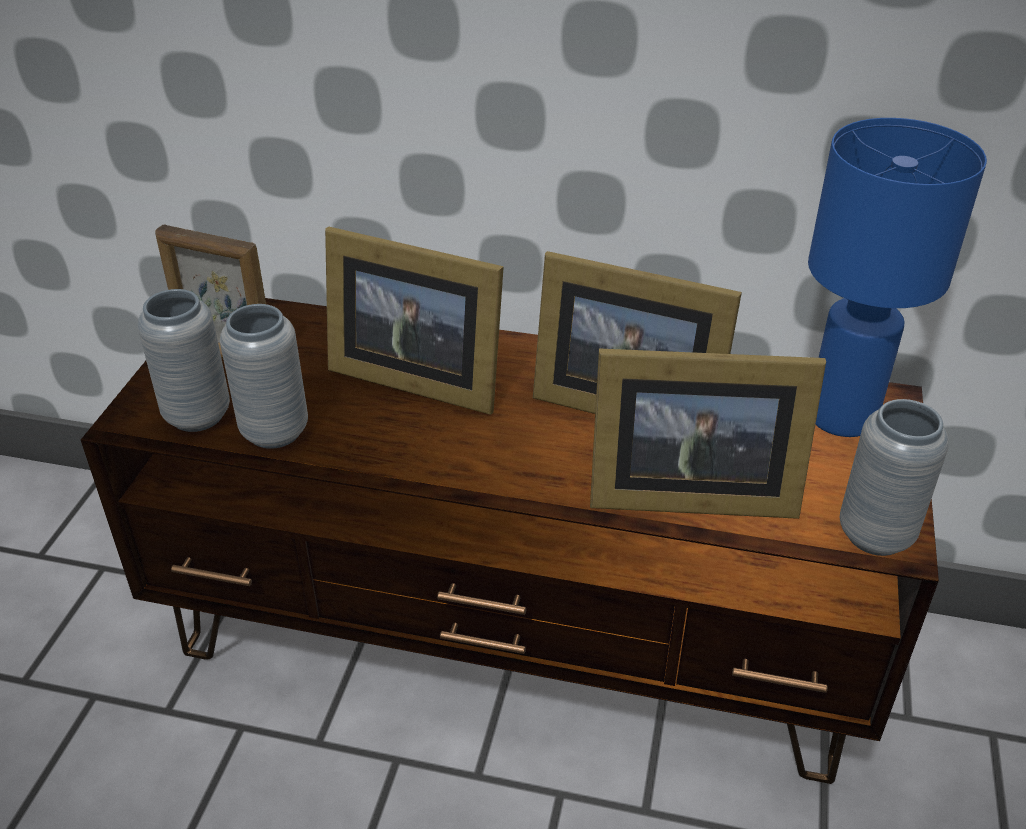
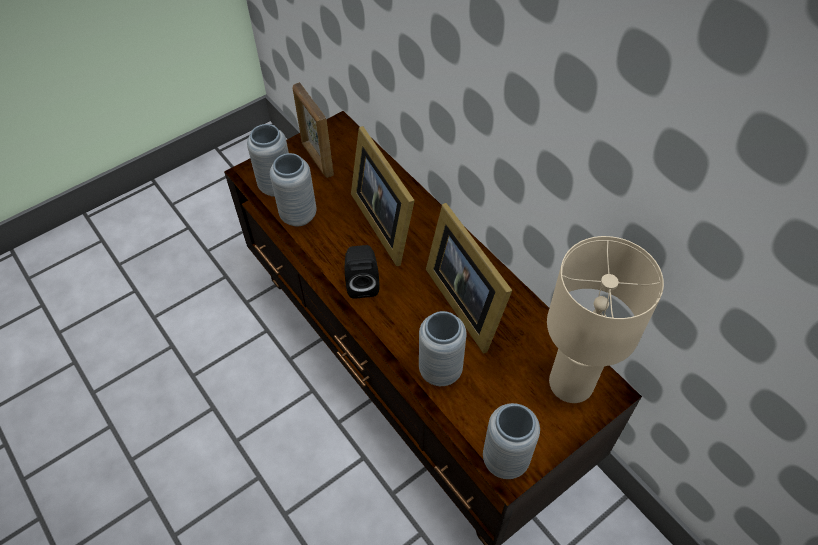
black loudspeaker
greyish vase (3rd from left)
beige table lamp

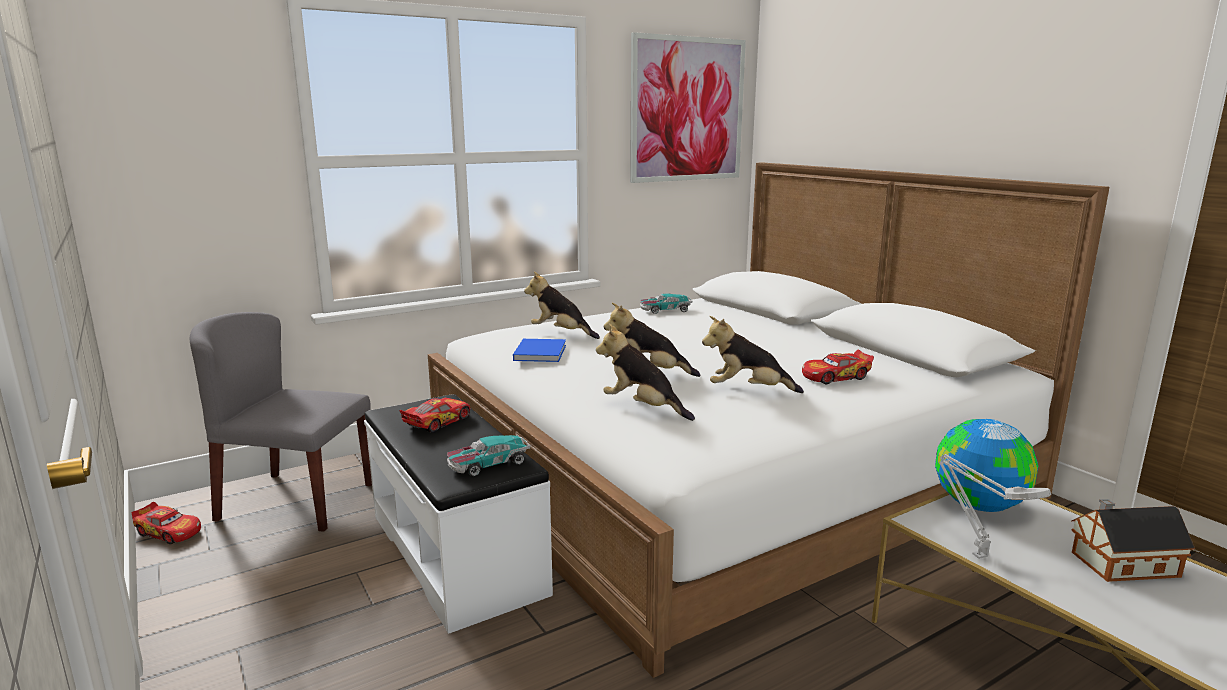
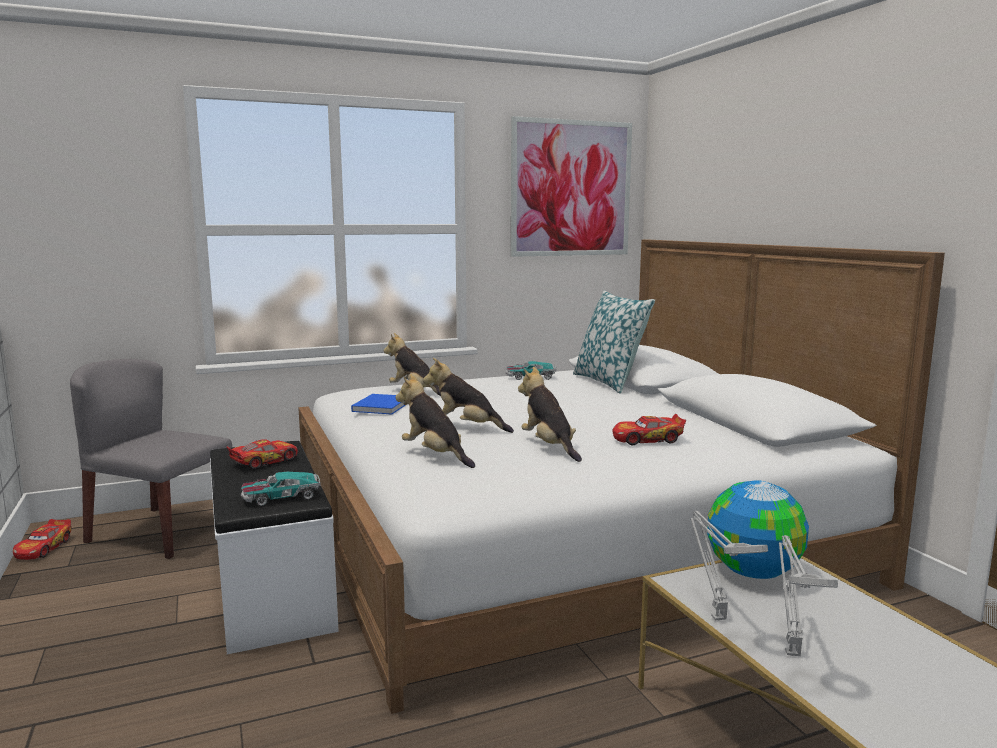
miniature car (1st from left)
cuddly toy (4th from left)
cushion
greyish table lamp (2nd from left)
miniature house

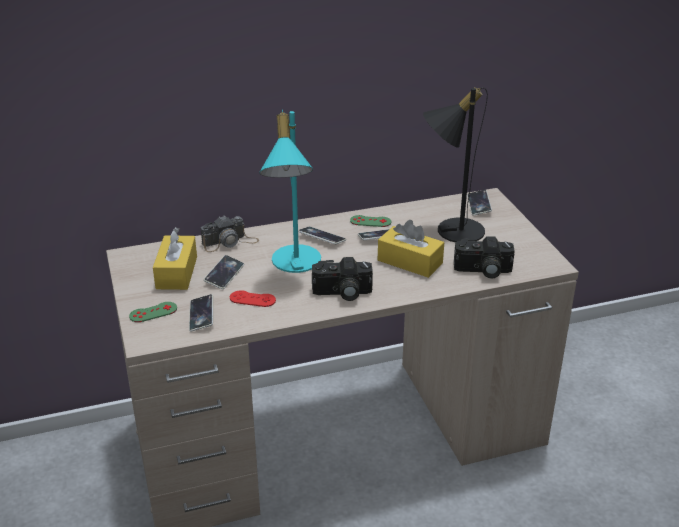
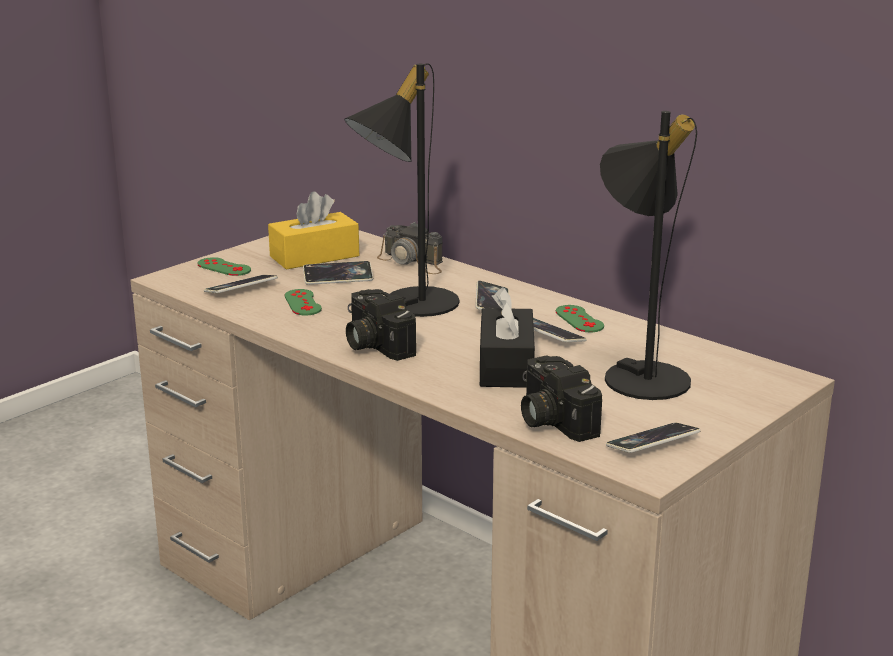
green joypad (2nd from left)
black table lamp (1st from left)
black tissue holder
telephone (5th from left)

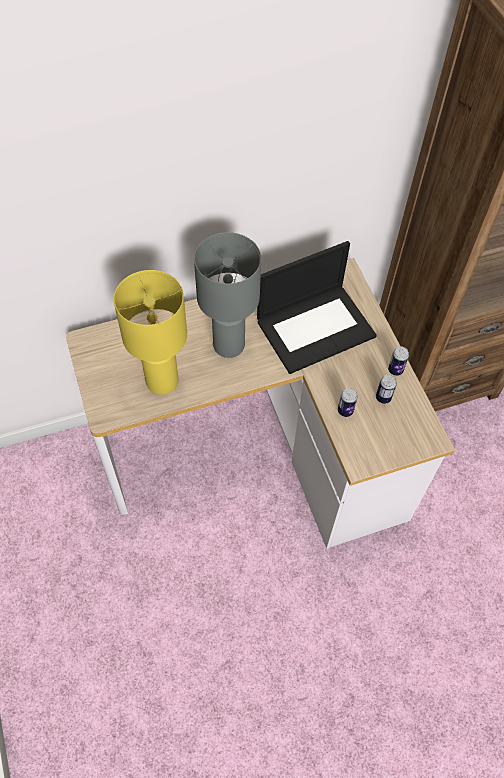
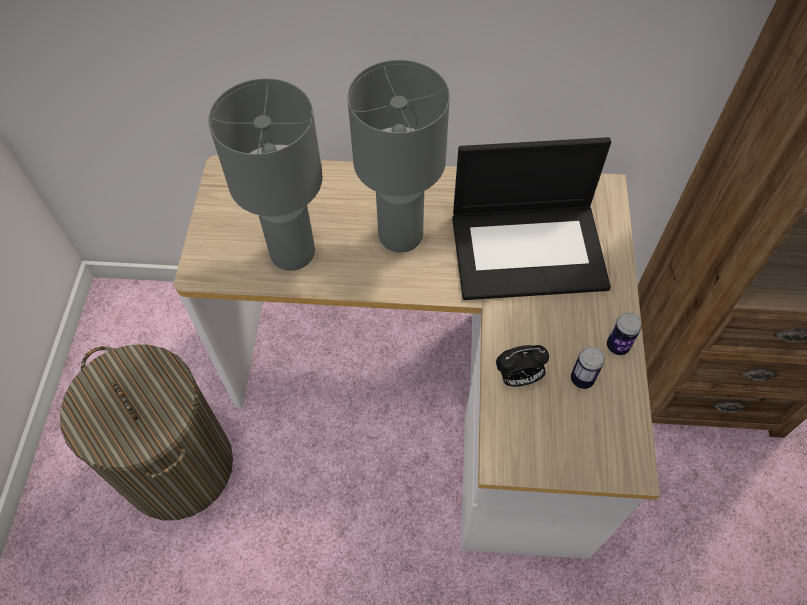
washing basket
greyish table lamp (1st from left)
table clock

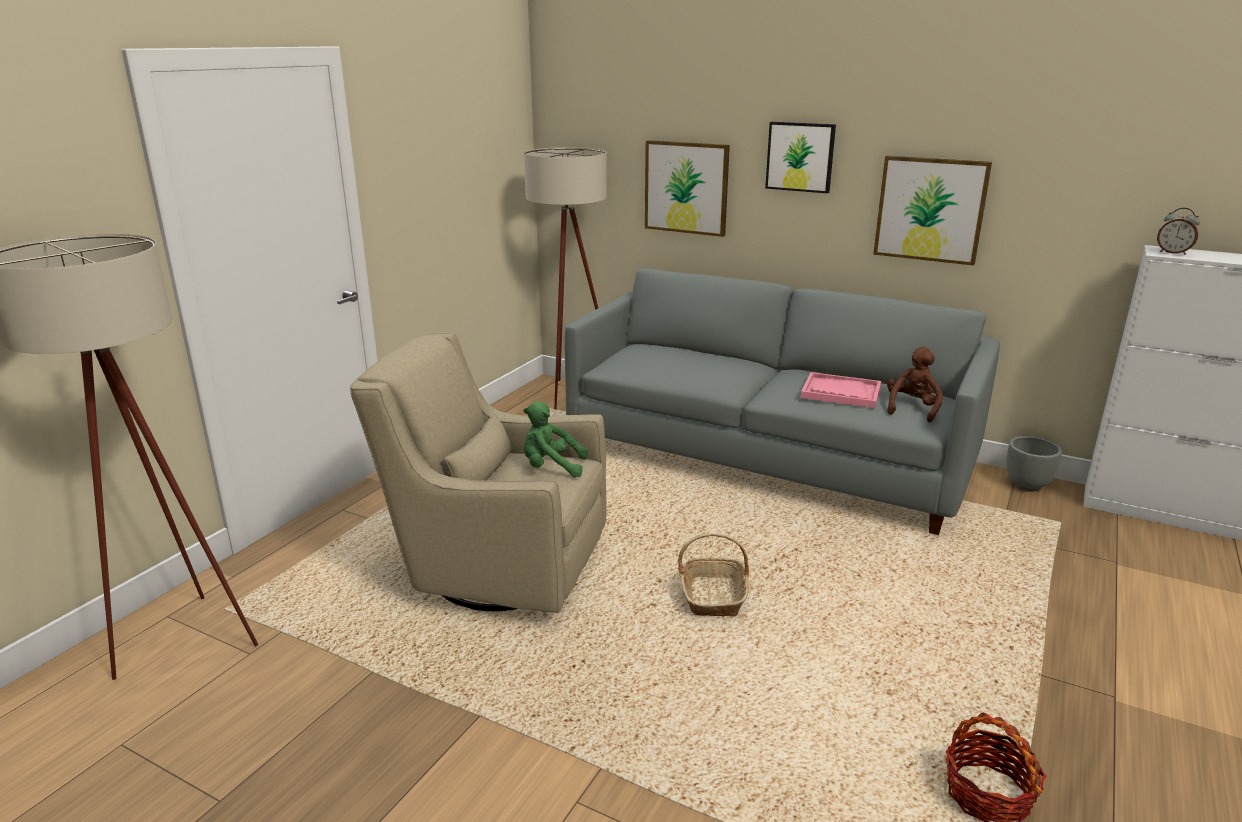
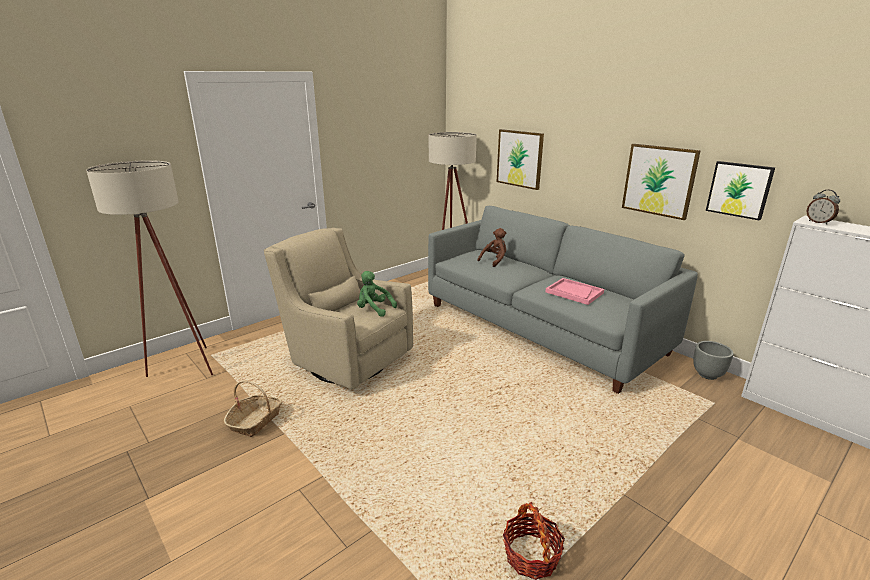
household basket (1st from left)
brown cuddly toy
wall art (3rd from left)

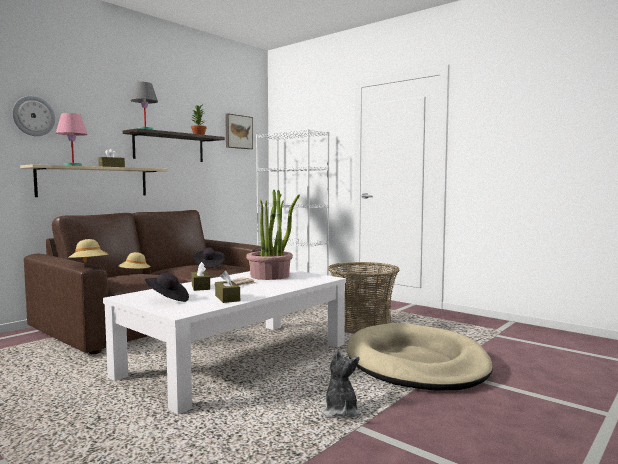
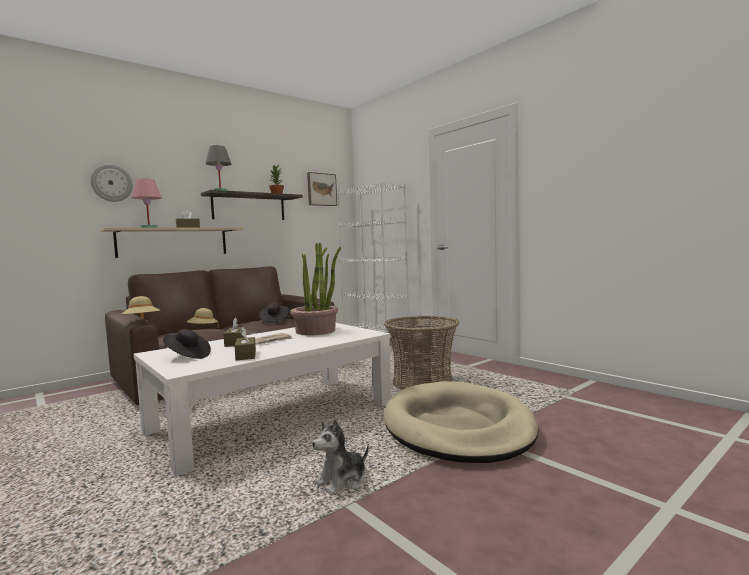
cuddly toy

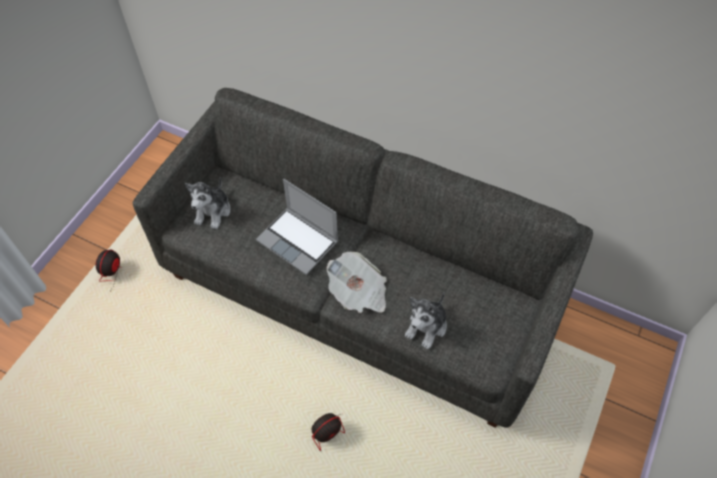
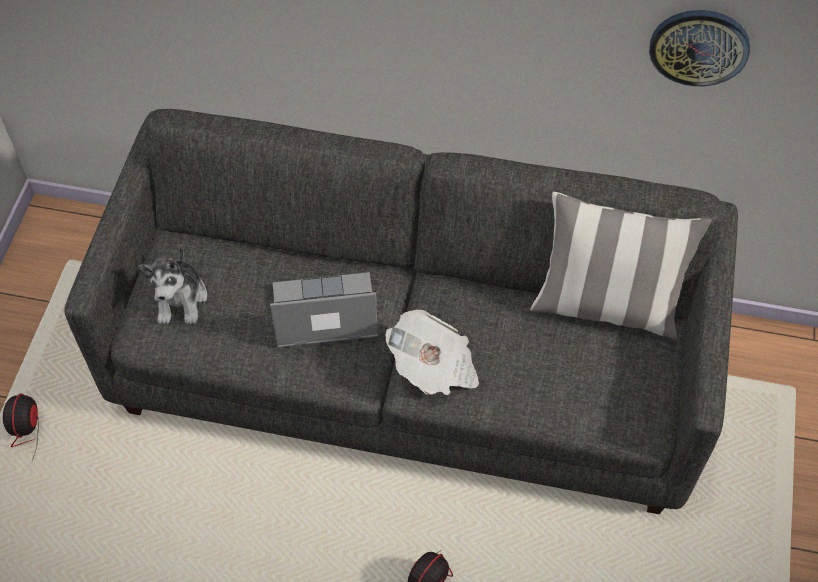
notebook computer
cushion
wall clock
cuddly toy (2nd from left in the first image)

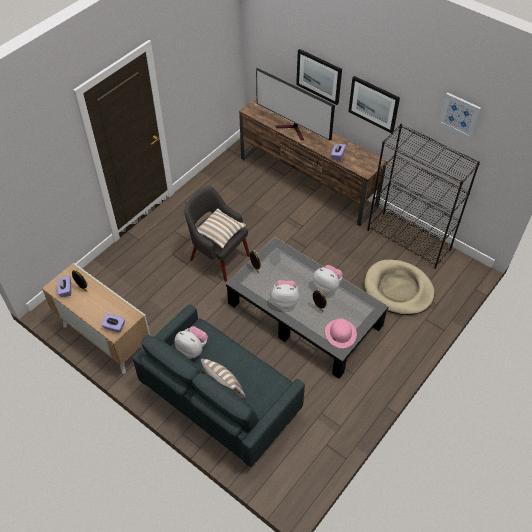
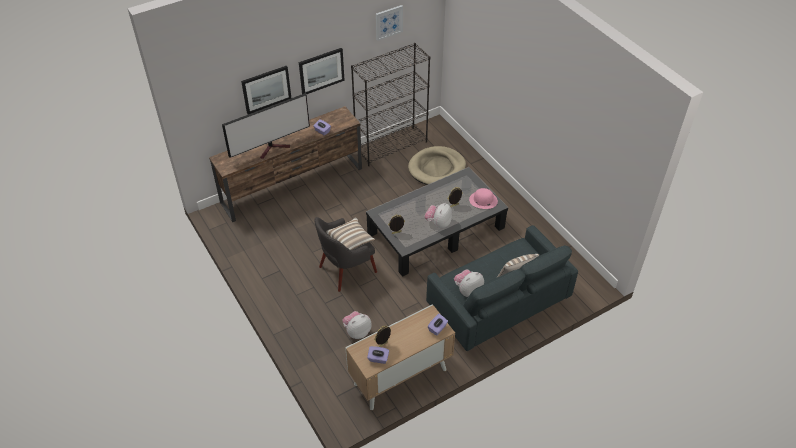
cuddly toy (1st from left)

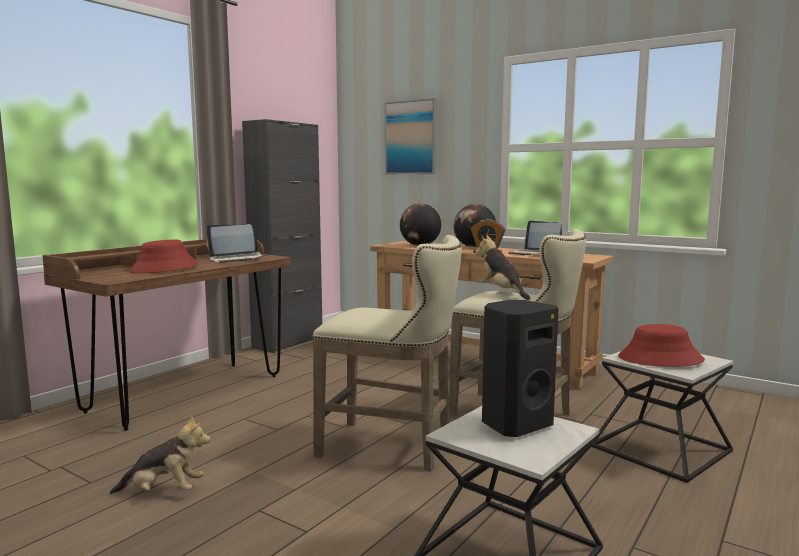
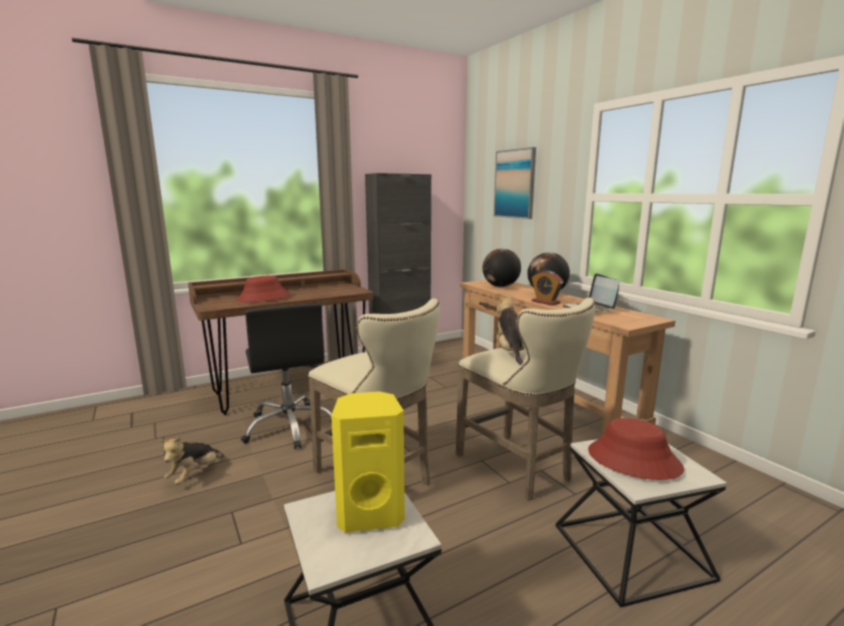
cuddly toy (1st from left)
black desk chair
yellow loudspeaker
notebook computer (1st from left in the first image)

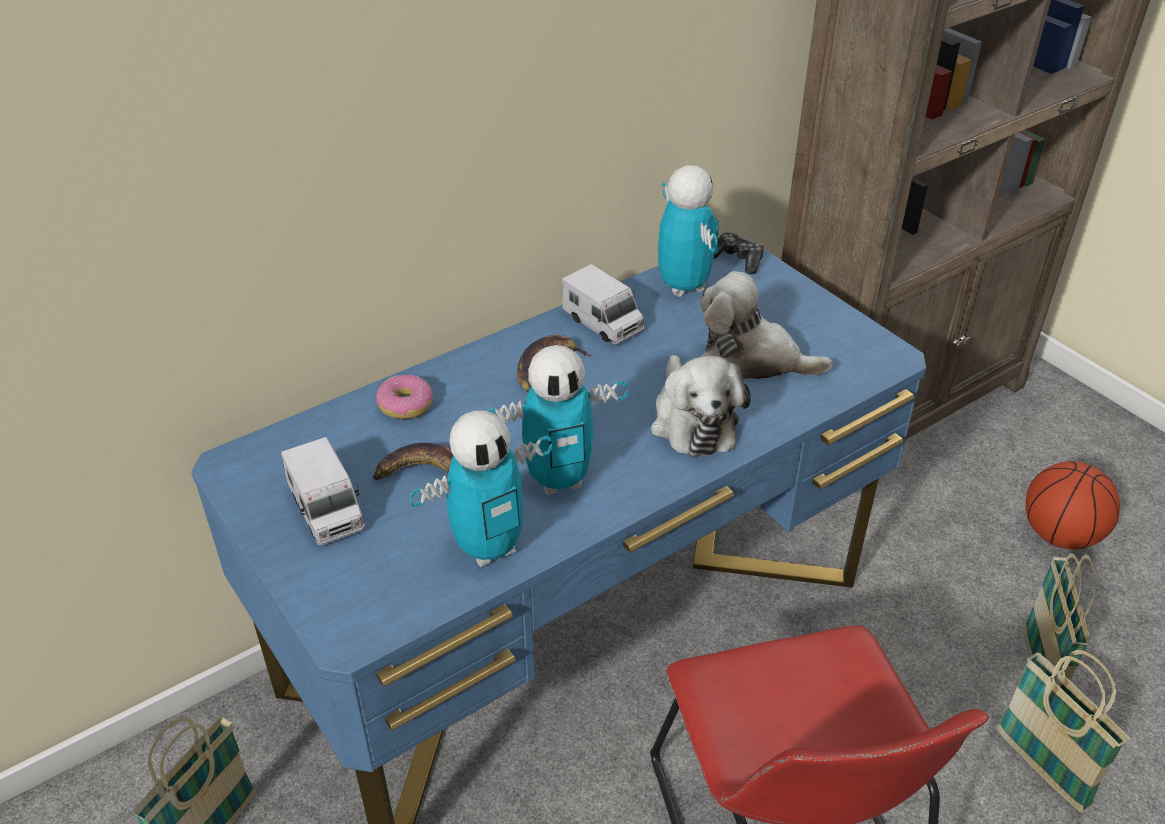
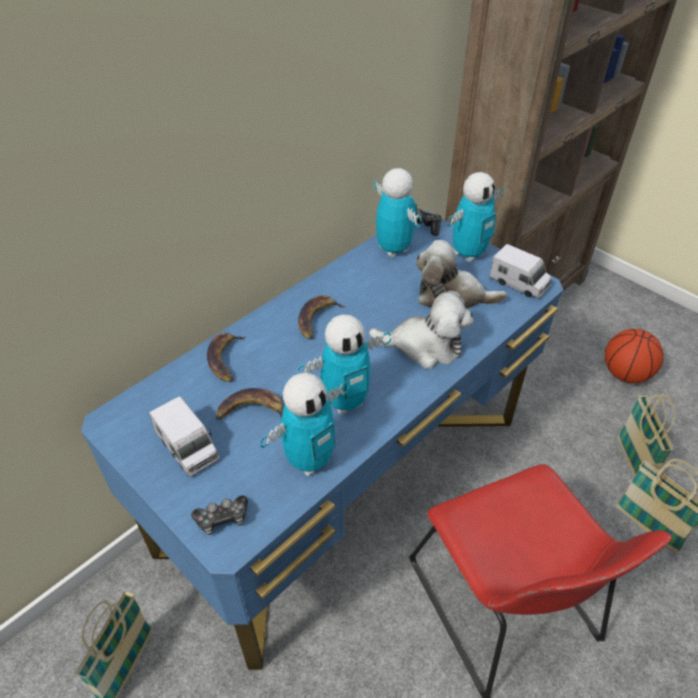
joypad (1st from left)
banana fruit (1st from left)
cuddly toy (1st from left)
robot figure (4th from left)
model truck (2nd from left)

